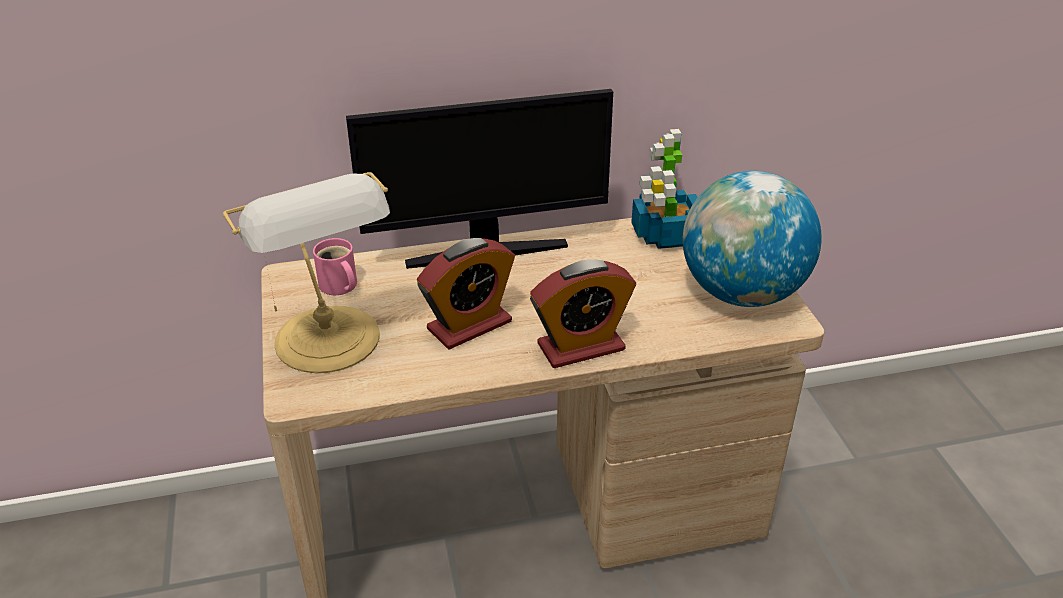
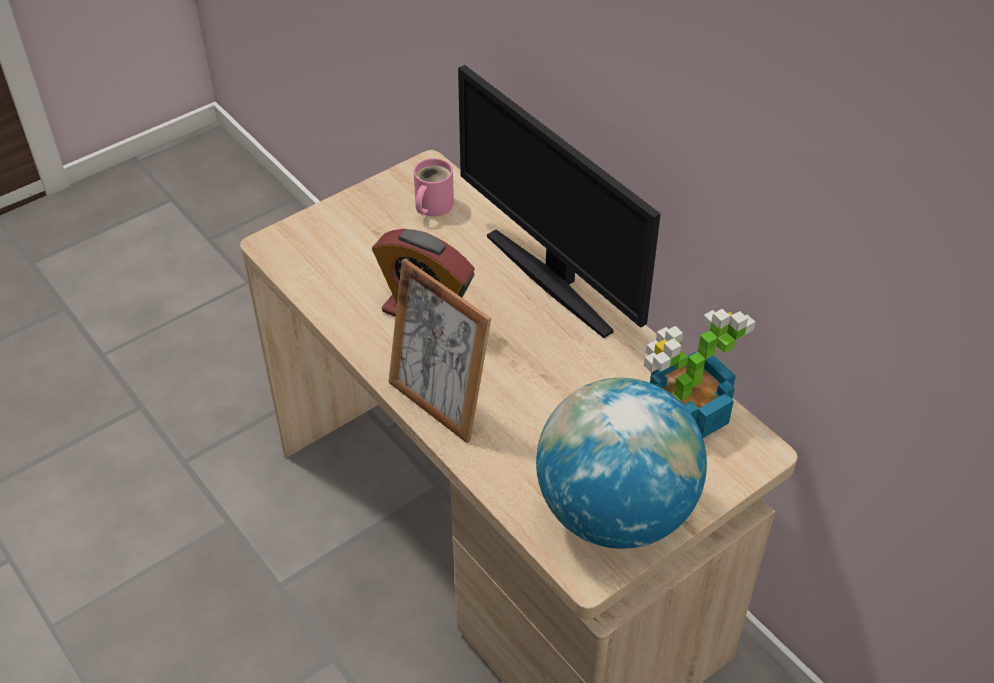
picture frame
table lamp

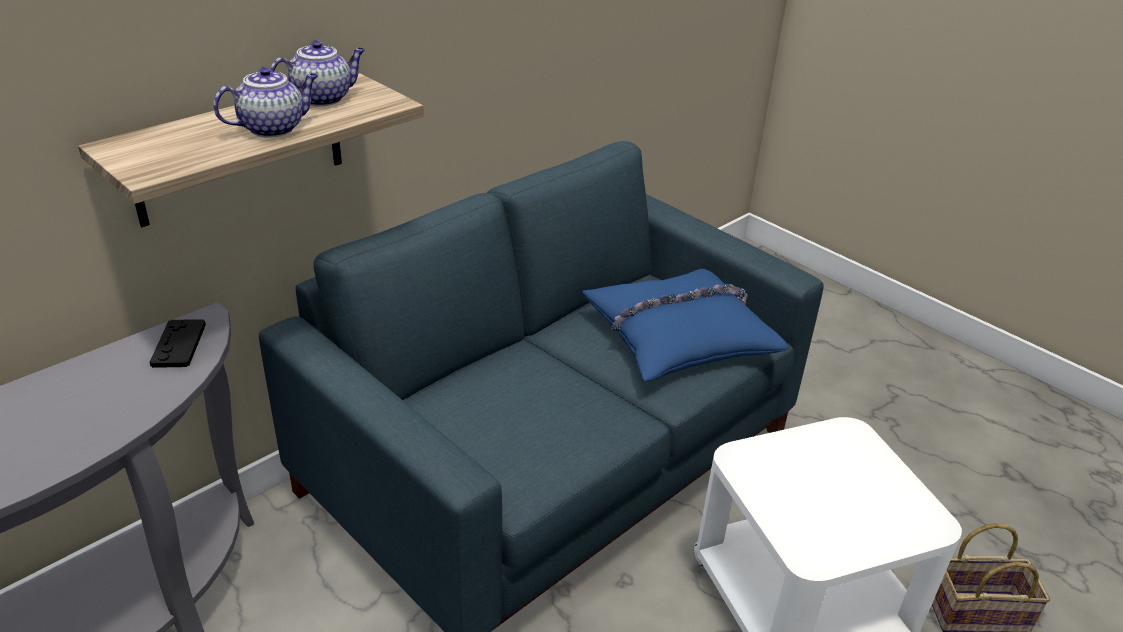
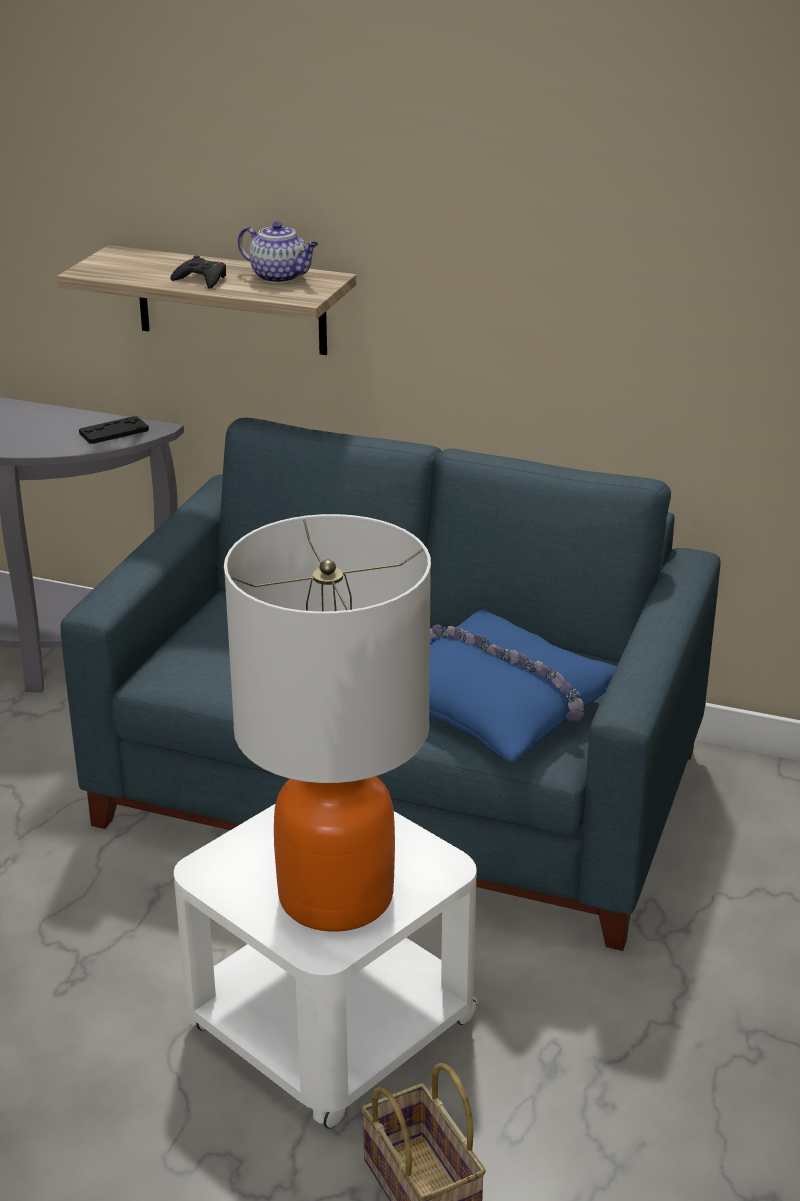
black joypad (2nd from left)
table lamp

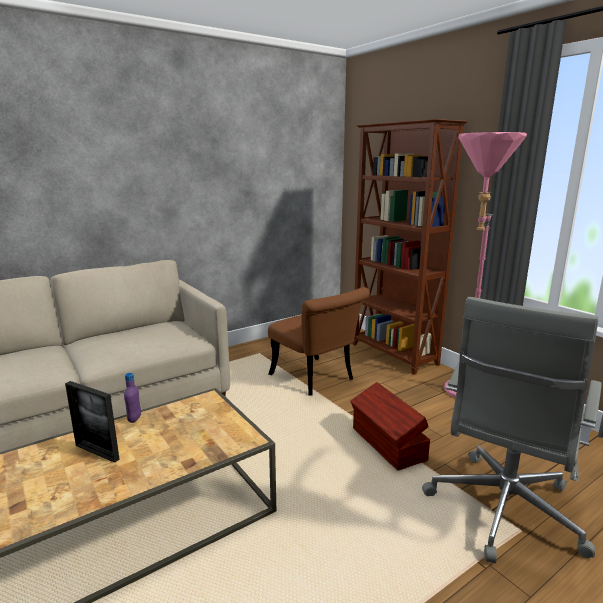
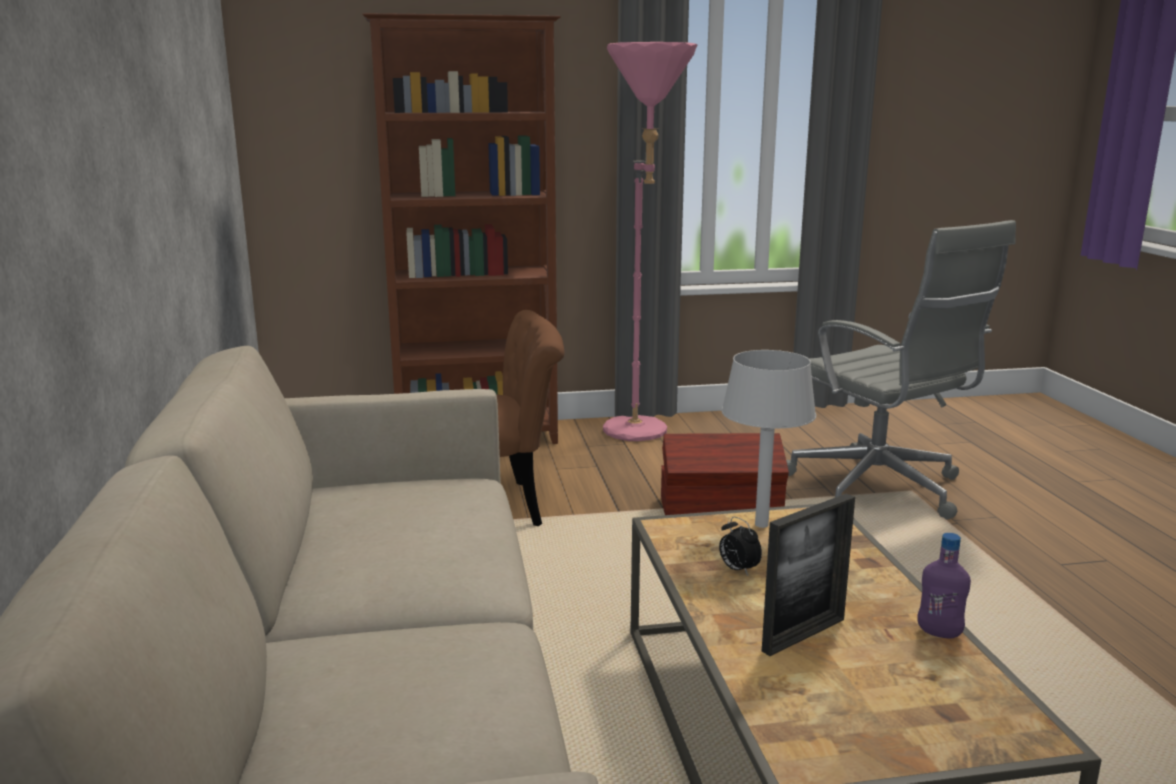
table clock
greyish table lamp
purple-coloured bottle

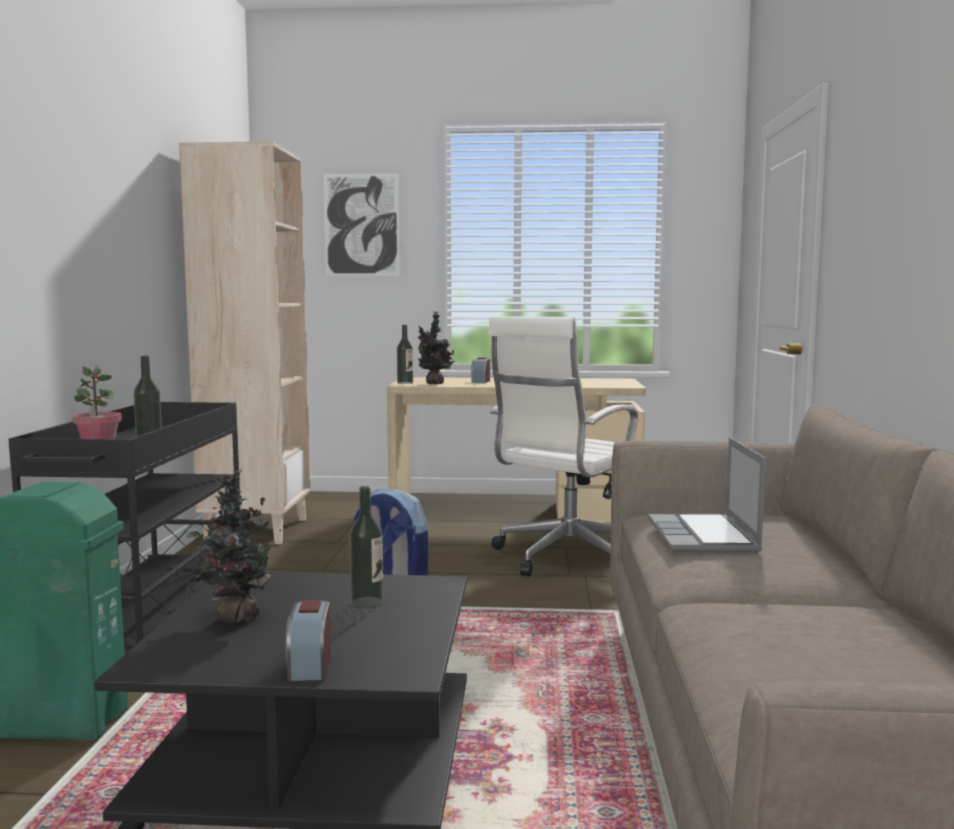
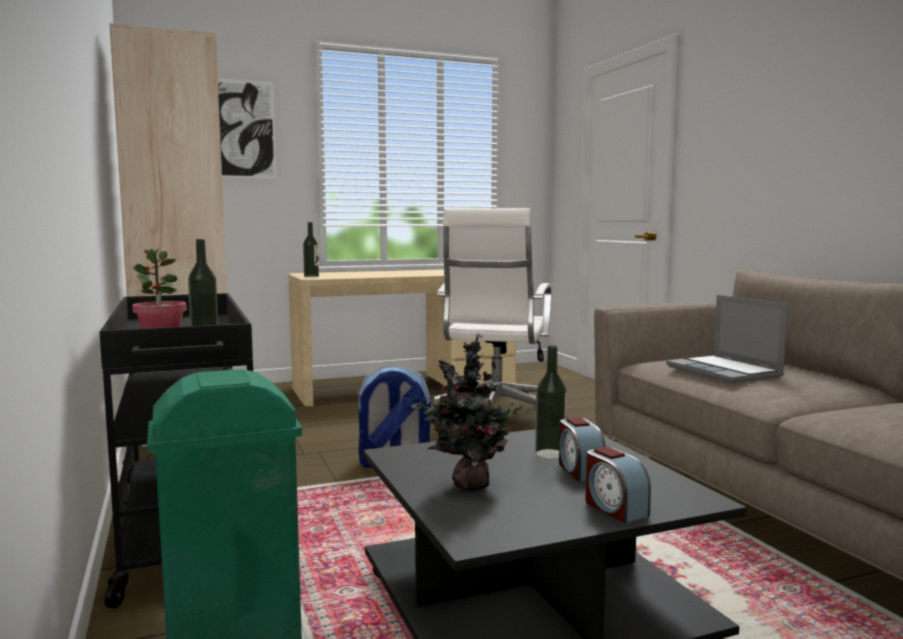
table clock (1st from left)
plant in a pot (3rd from left in the first image)

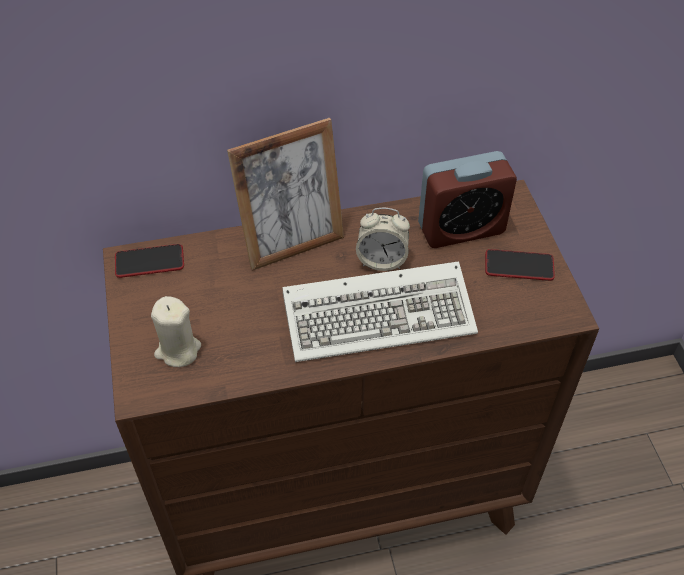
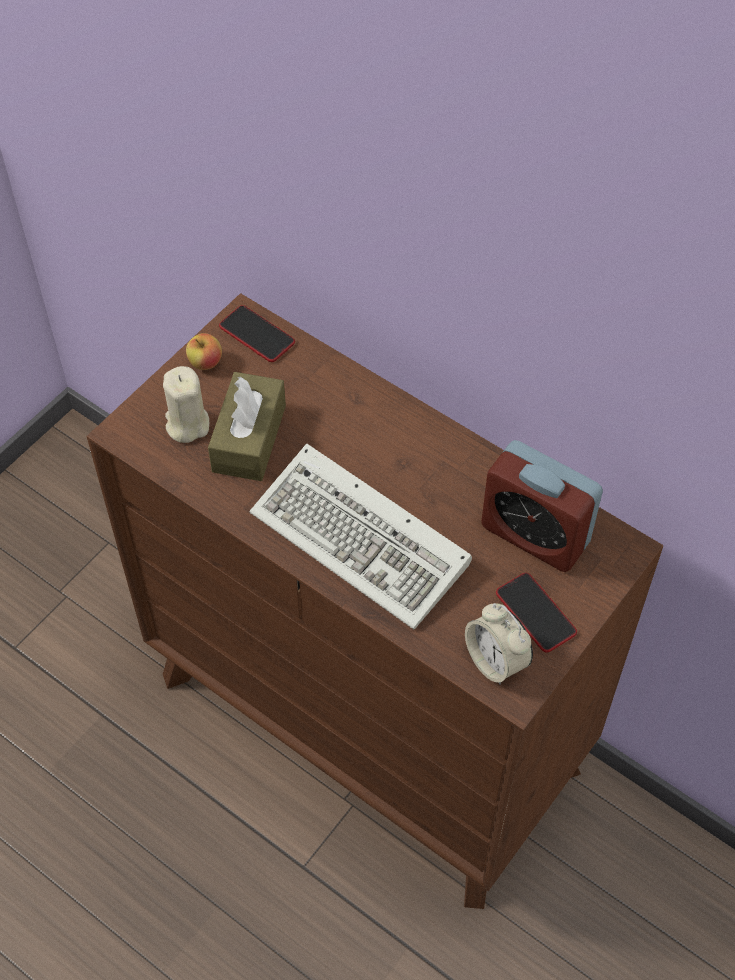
apple fruit
brown tissue holder
table clock (1st from left)
picture frame

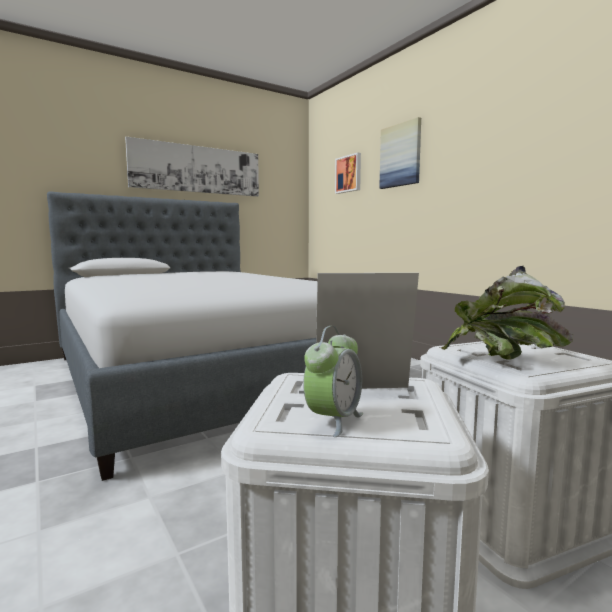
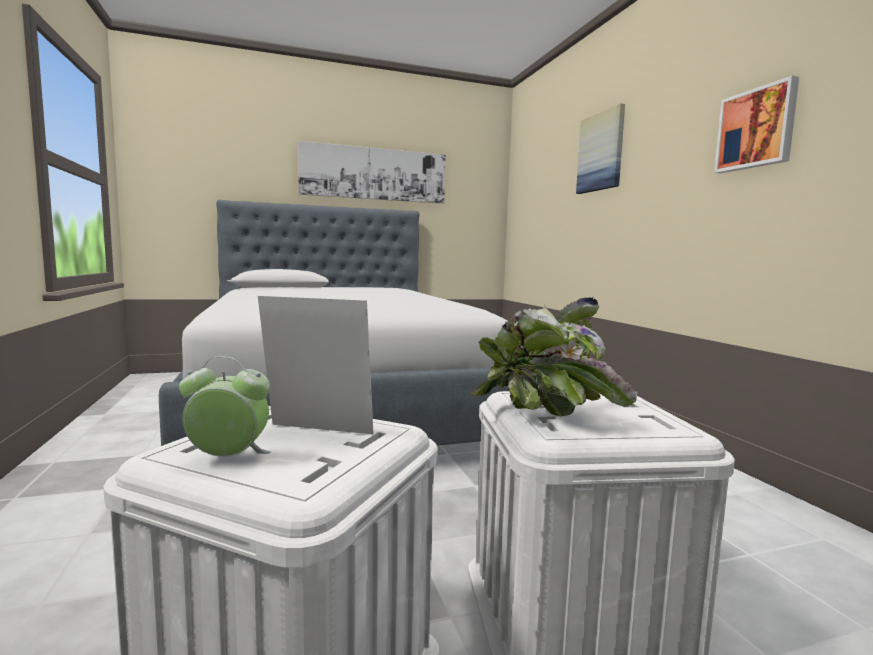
table clock
wall art (3rd from left)

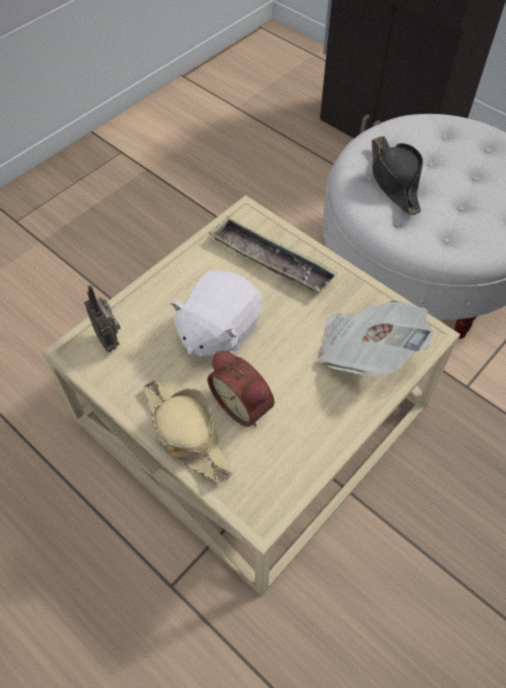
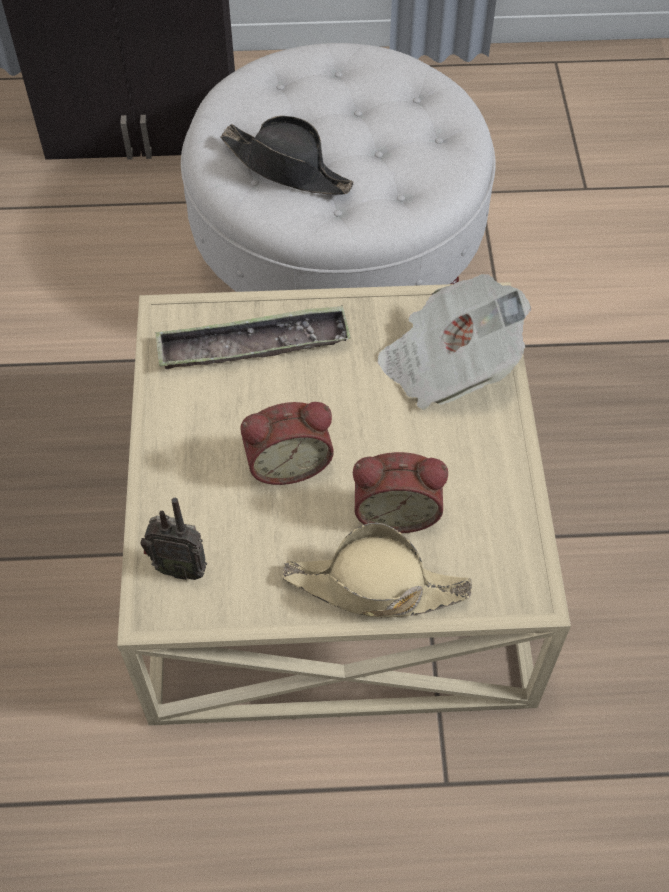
table clock (1st from left)

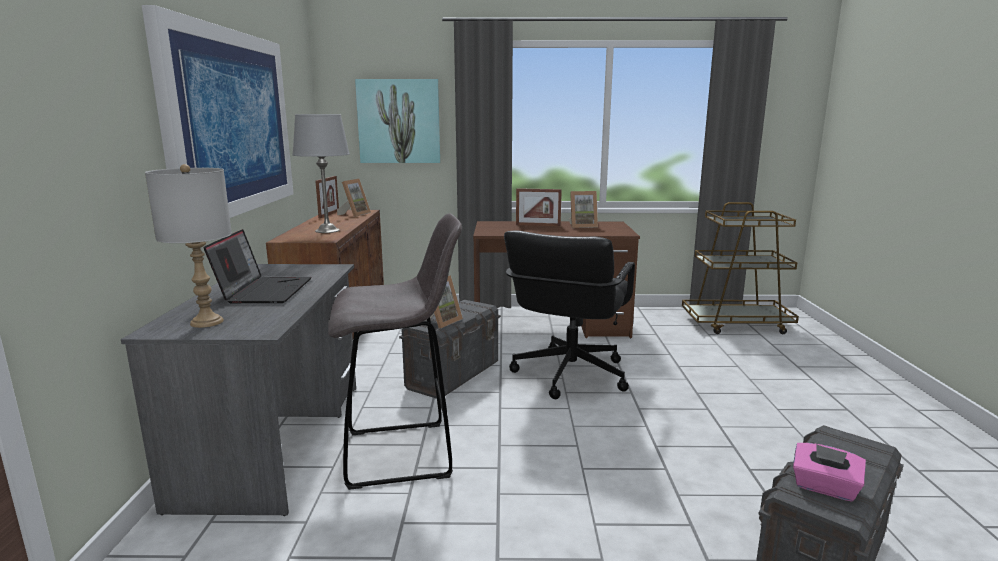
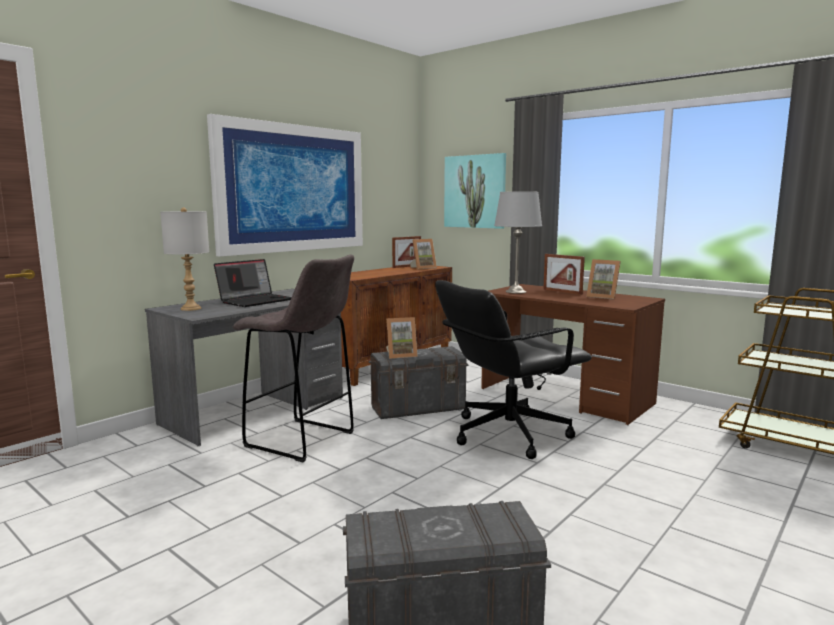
greyish table lamp (2nd from left)
pinkish tissue holder

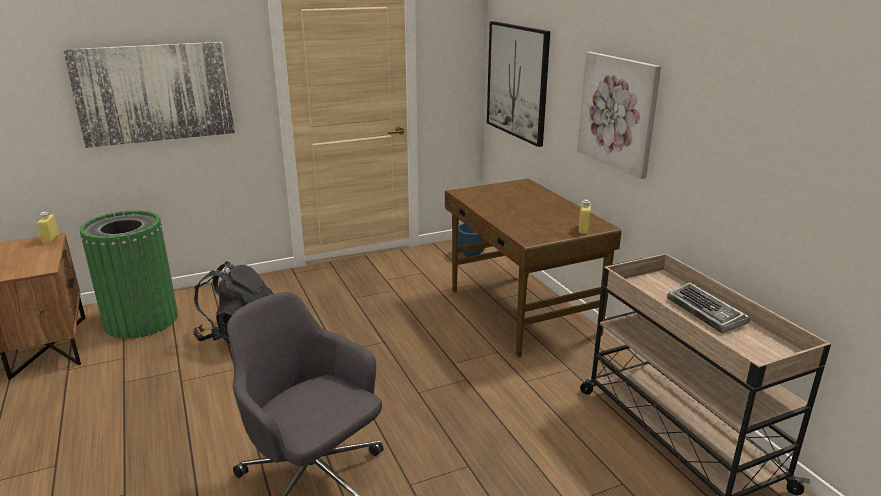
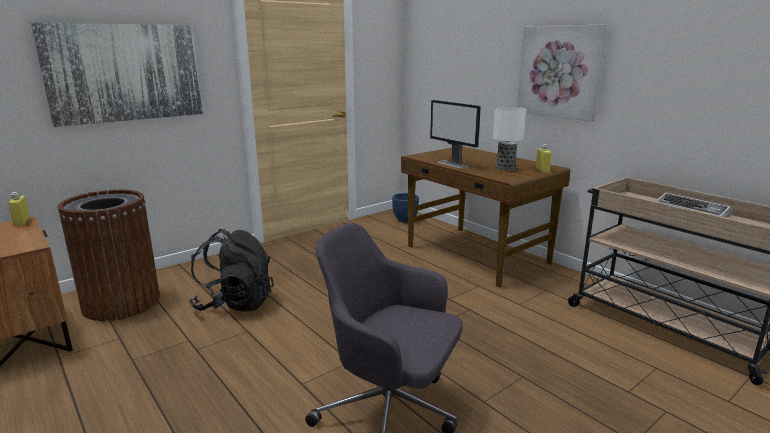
brown trash can
computer display
table lamp
wall art (2nd from left in the first image)

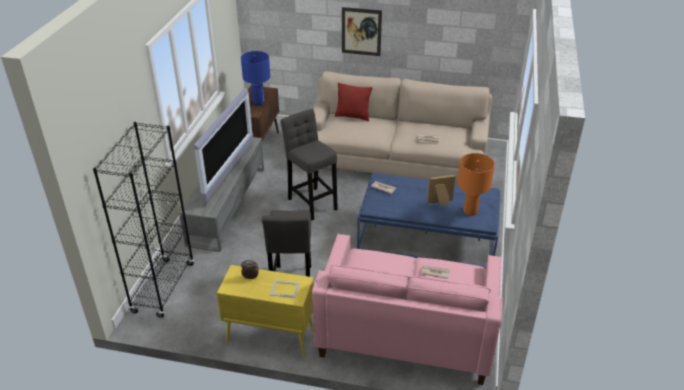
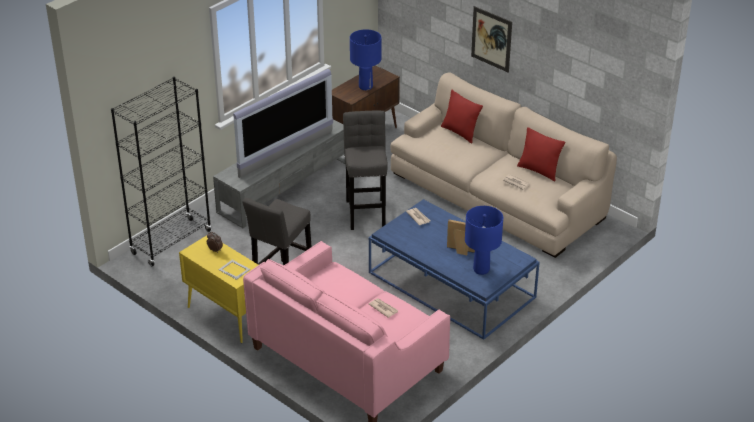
blue table lamp (2nd from left)
red cushion (2nd from left)

